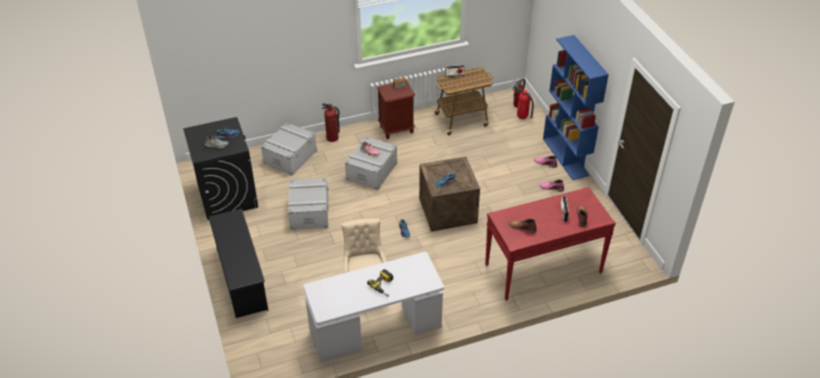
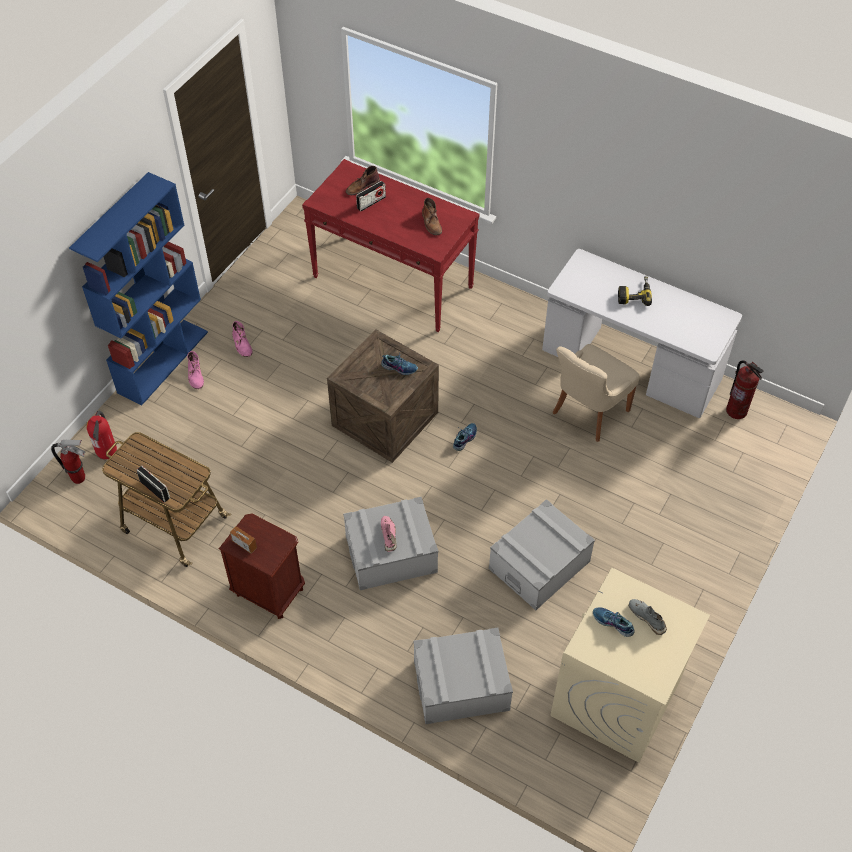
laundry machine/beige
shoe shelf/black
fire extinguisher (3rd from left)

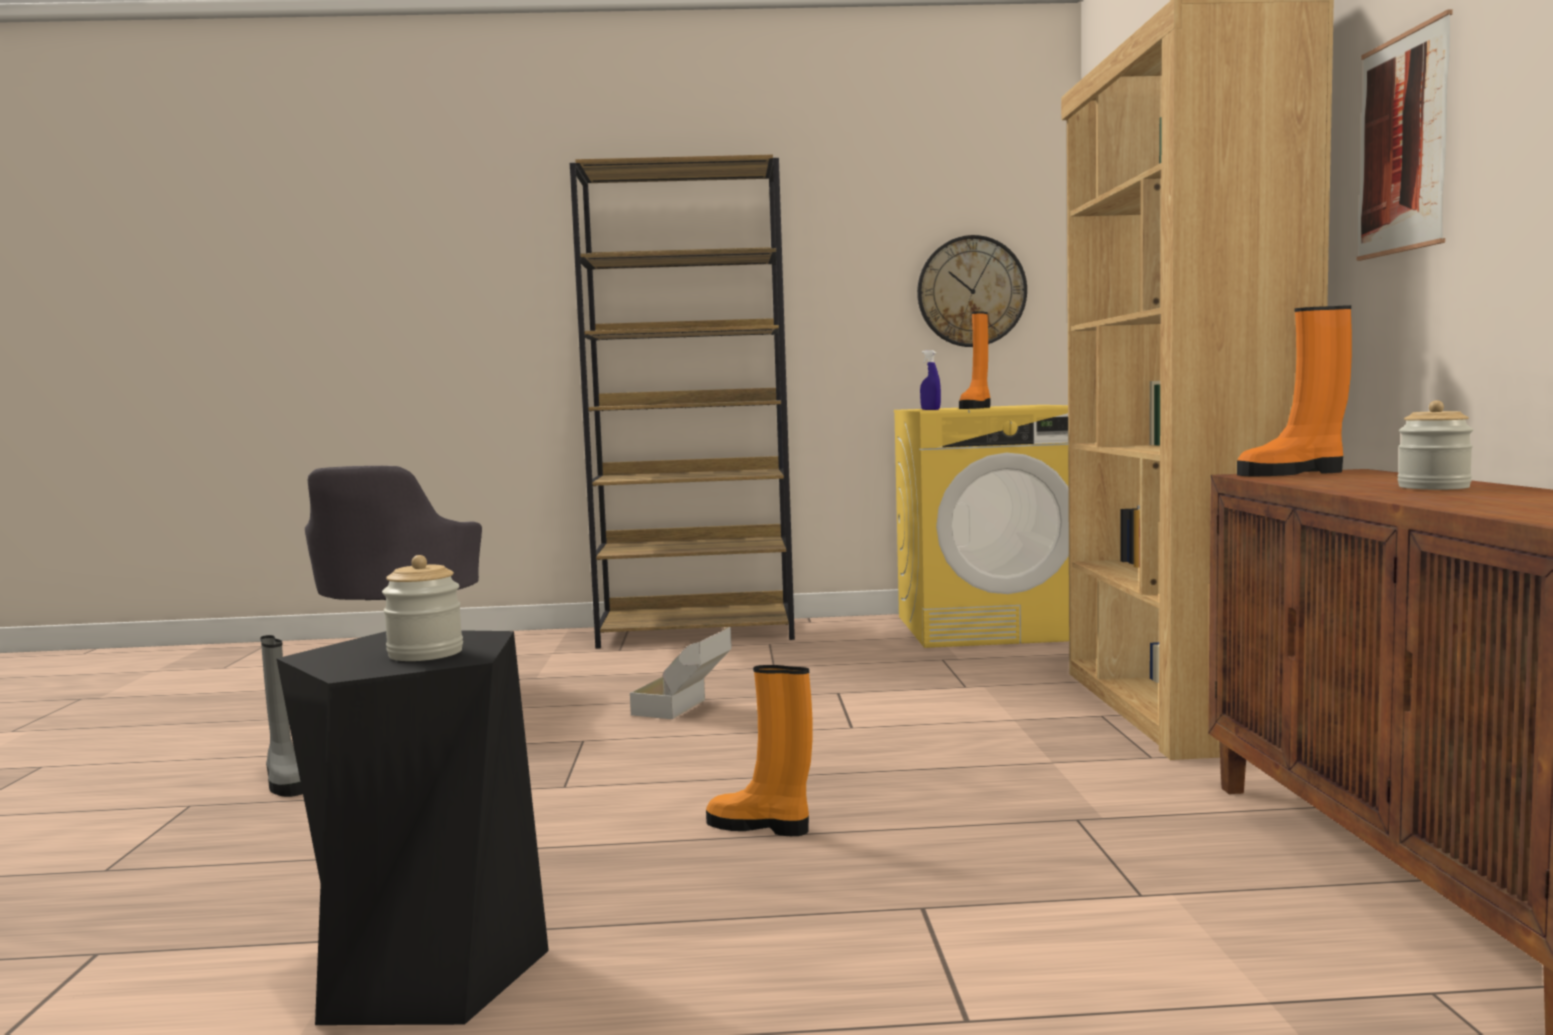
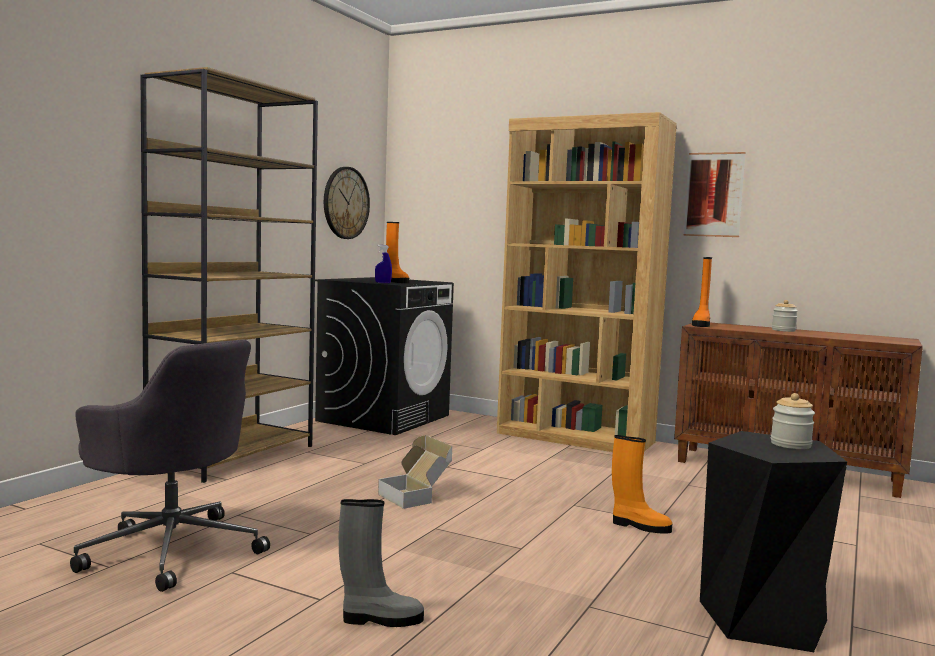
boot/orange-coloured (2nd from left)
laundry machine/black

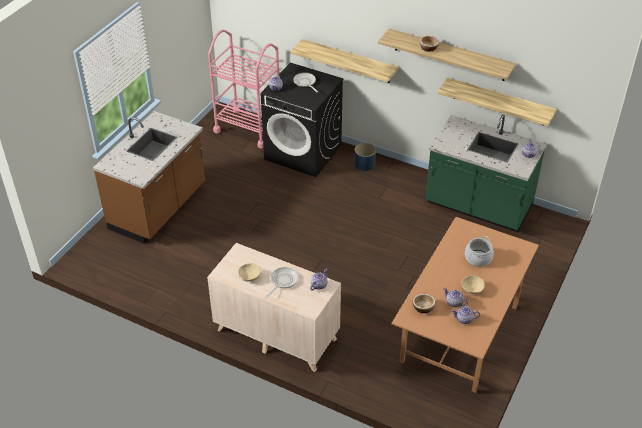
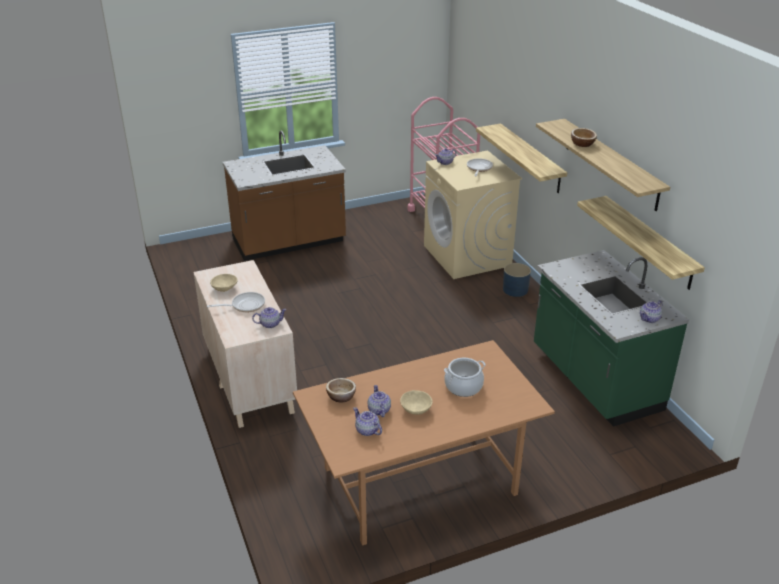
laundry machine/beige

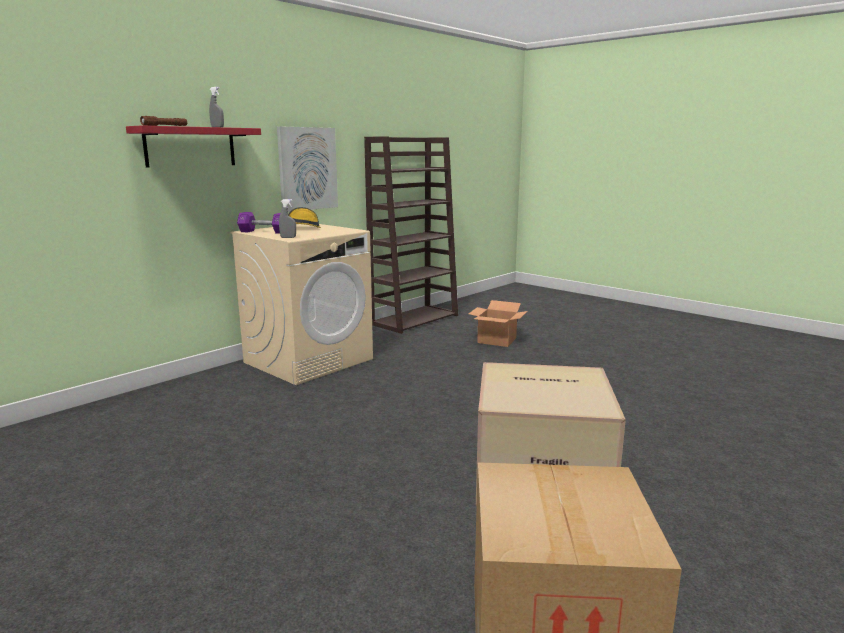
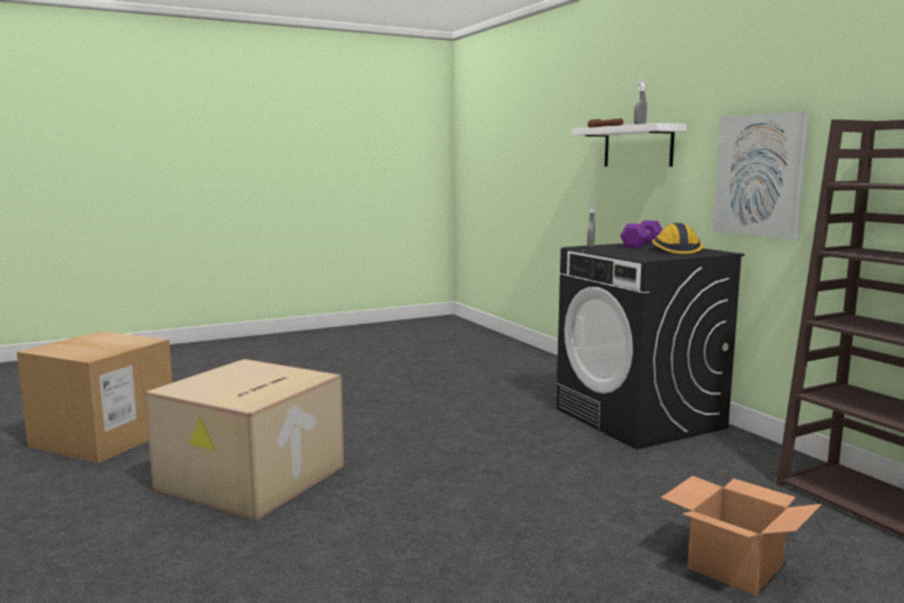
bracket shelf/white-coloured
laundry machine/black

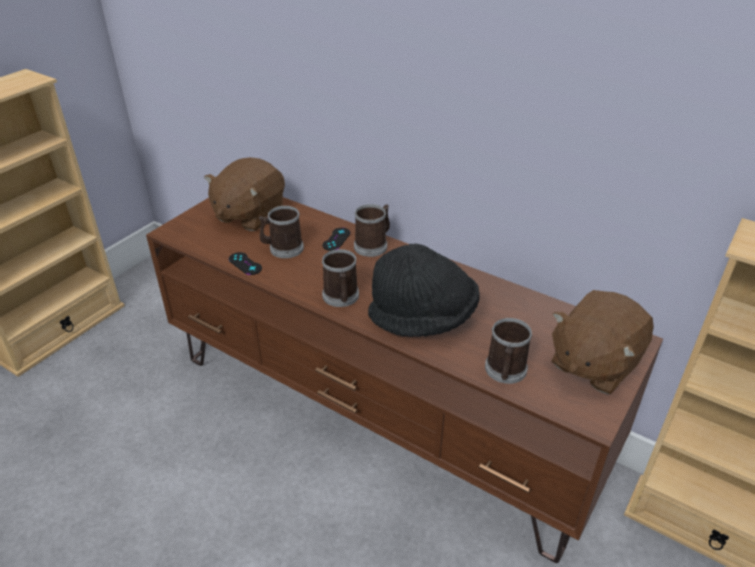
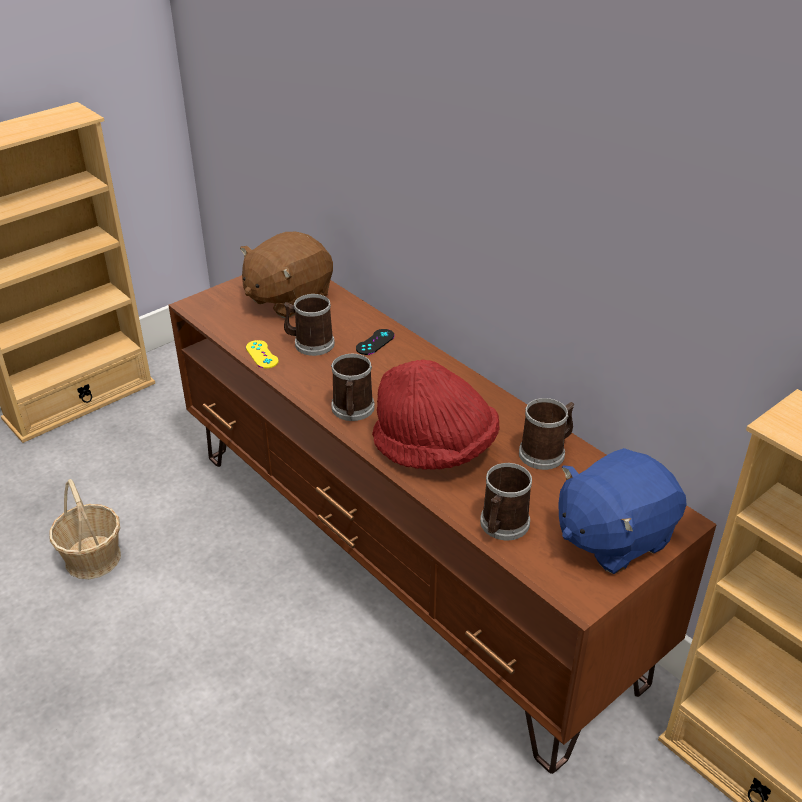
joypad/yellow-coloured
tea mug (4th from left)
wearable hat/red
plush toy/blue-coloured
storage basket

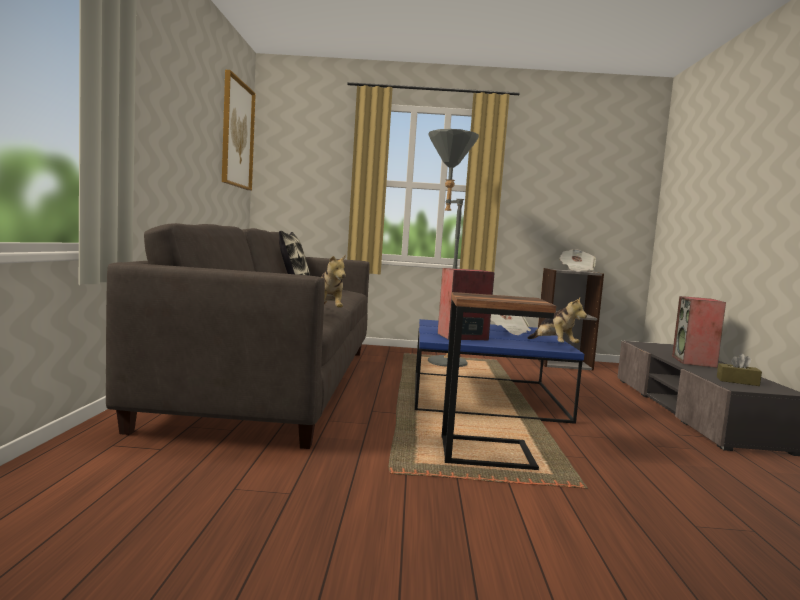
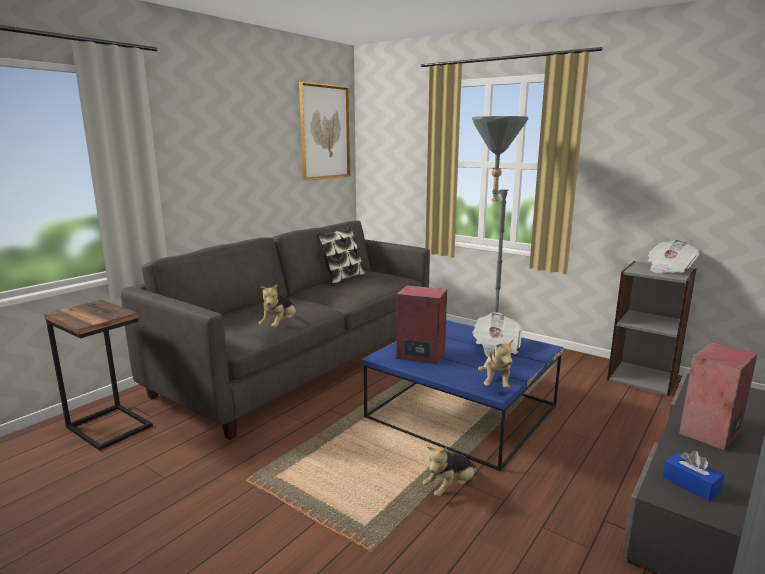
accent table
box of tissues/blue-coloured
plush toy (2nd from left)

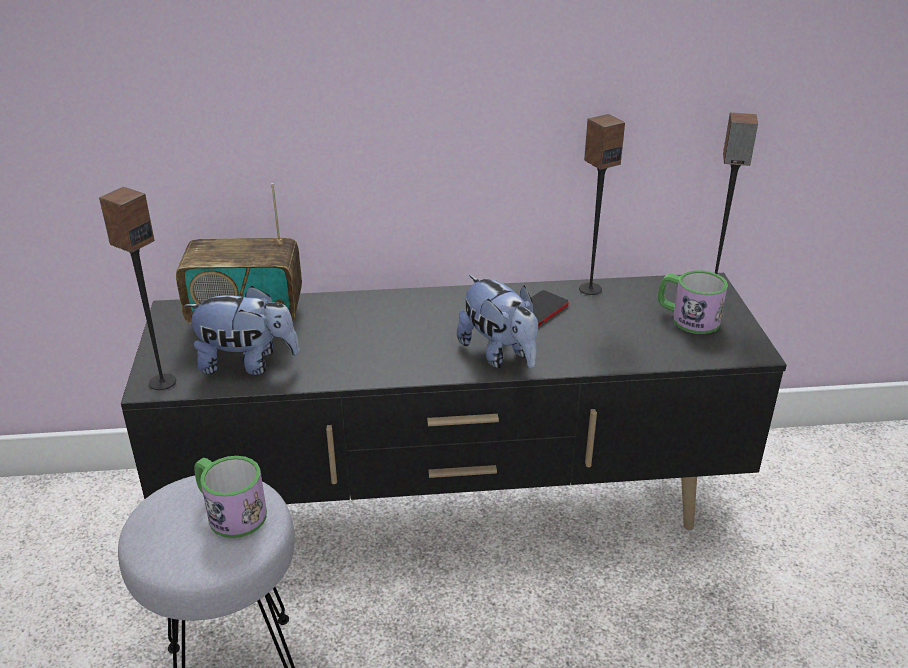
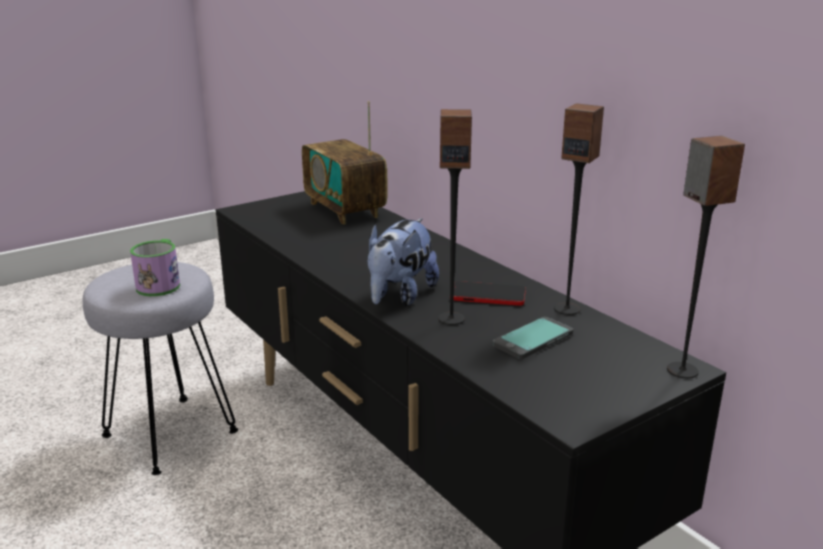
loudspeaker (1st from left)
plush toy (1st from left in the first image)
tea mug (2nd from left in the first image)
phone (2nd from left)

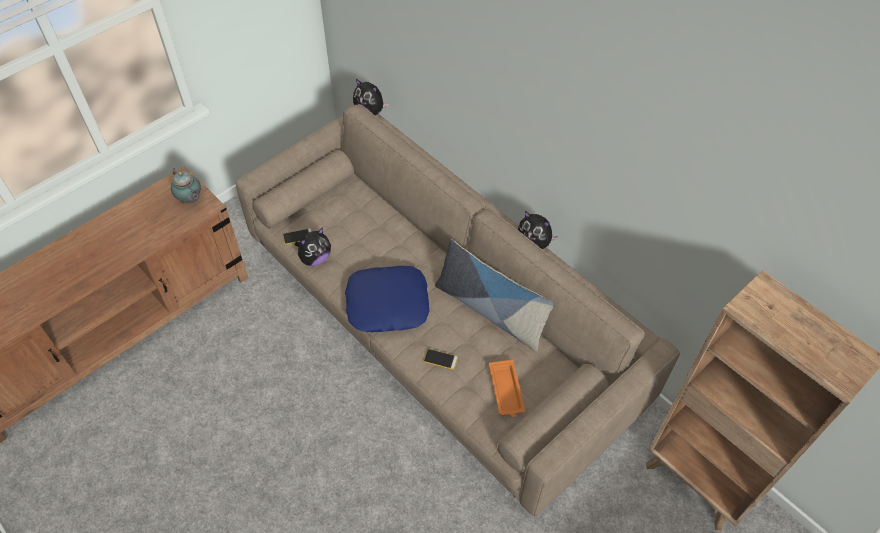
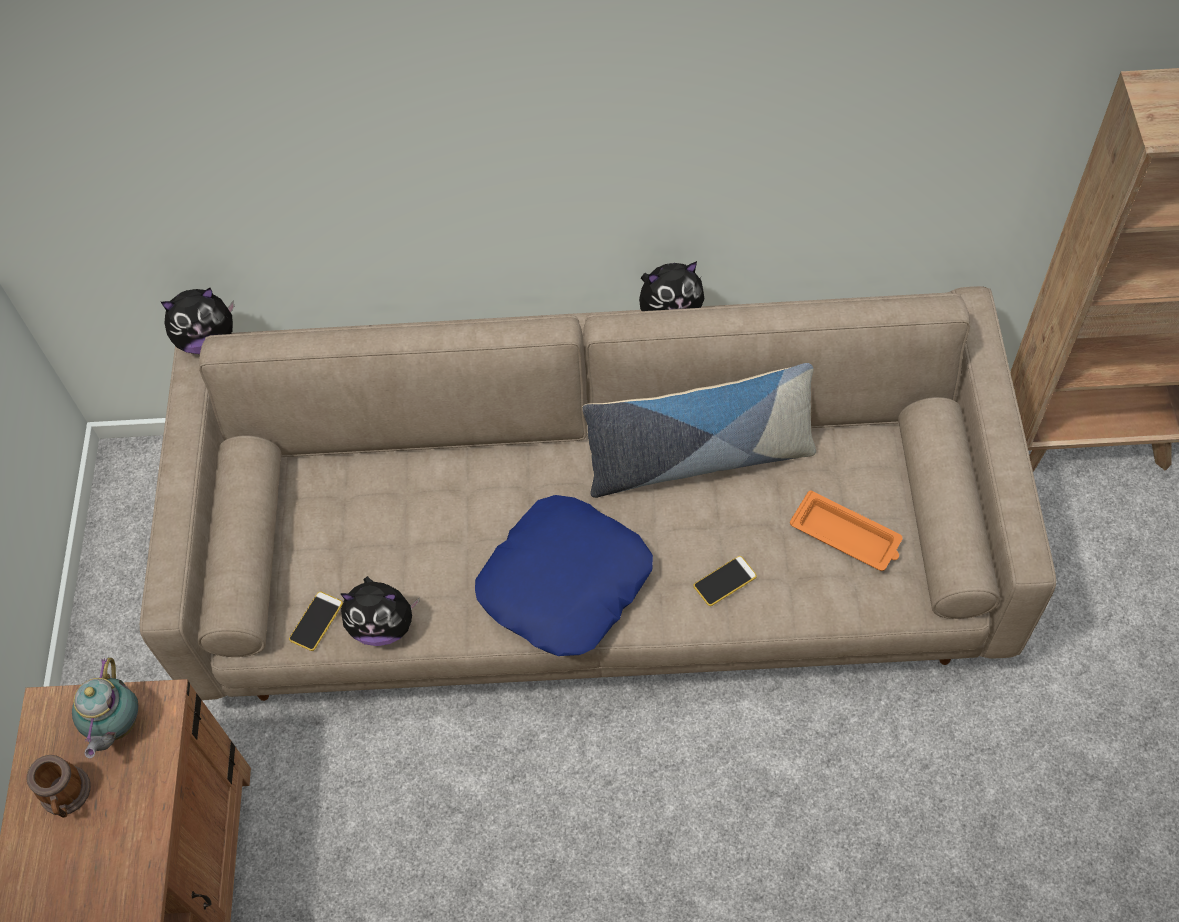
tea pot
plush toy (2nd from left)
tea mug

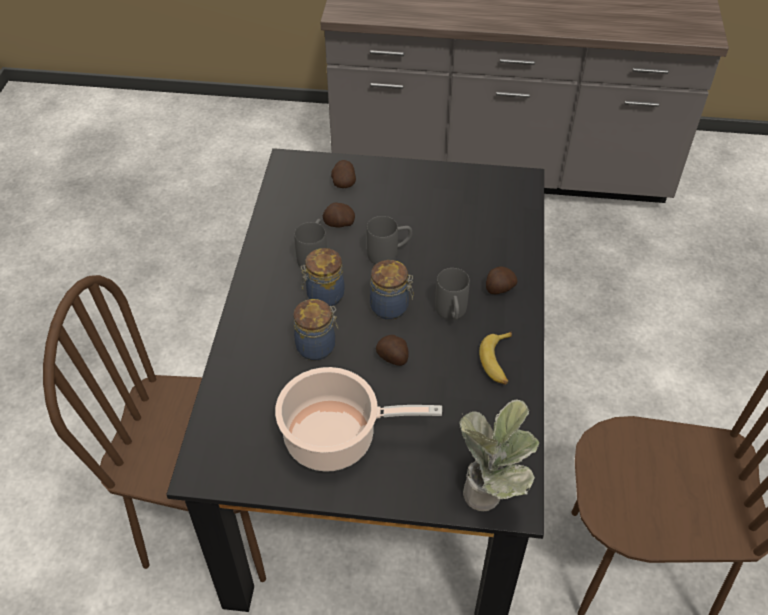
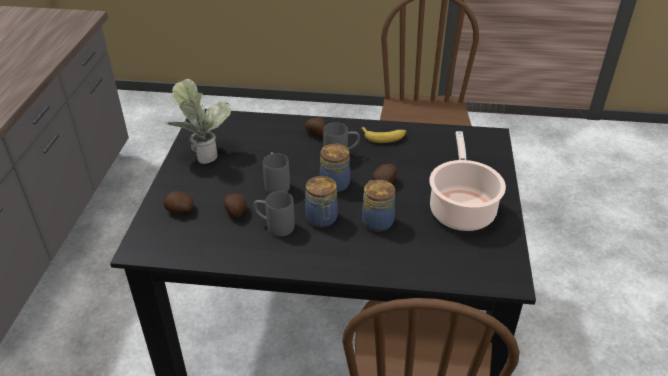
potted plant

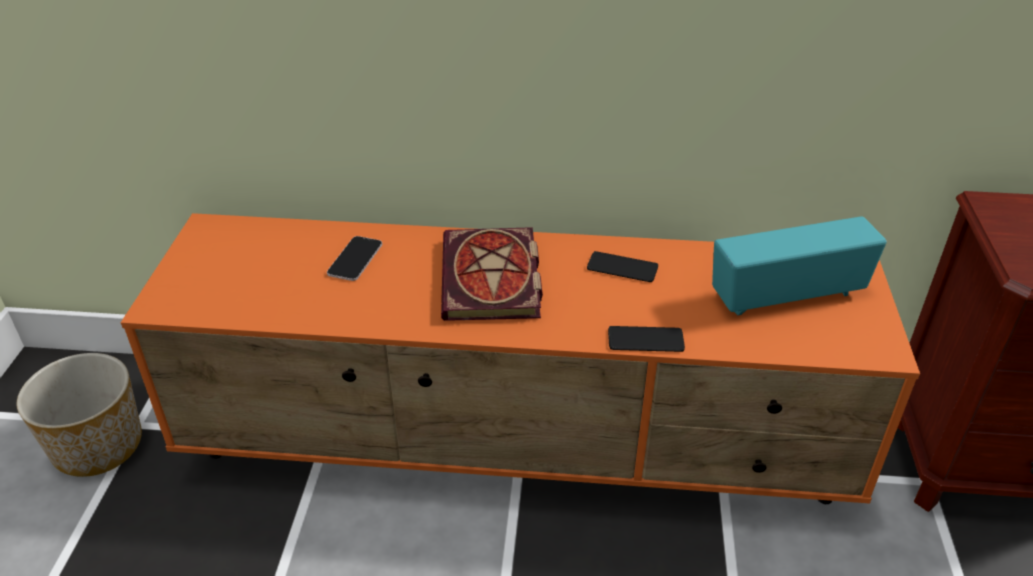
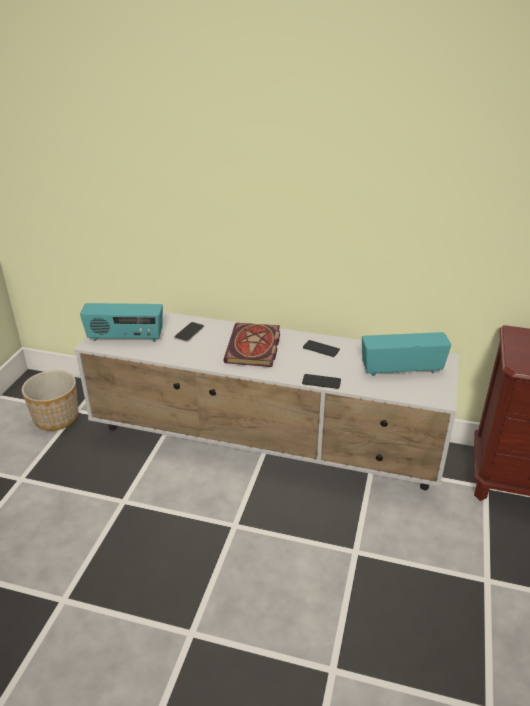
media console/white-coloured
radio receiver (1st from left)

